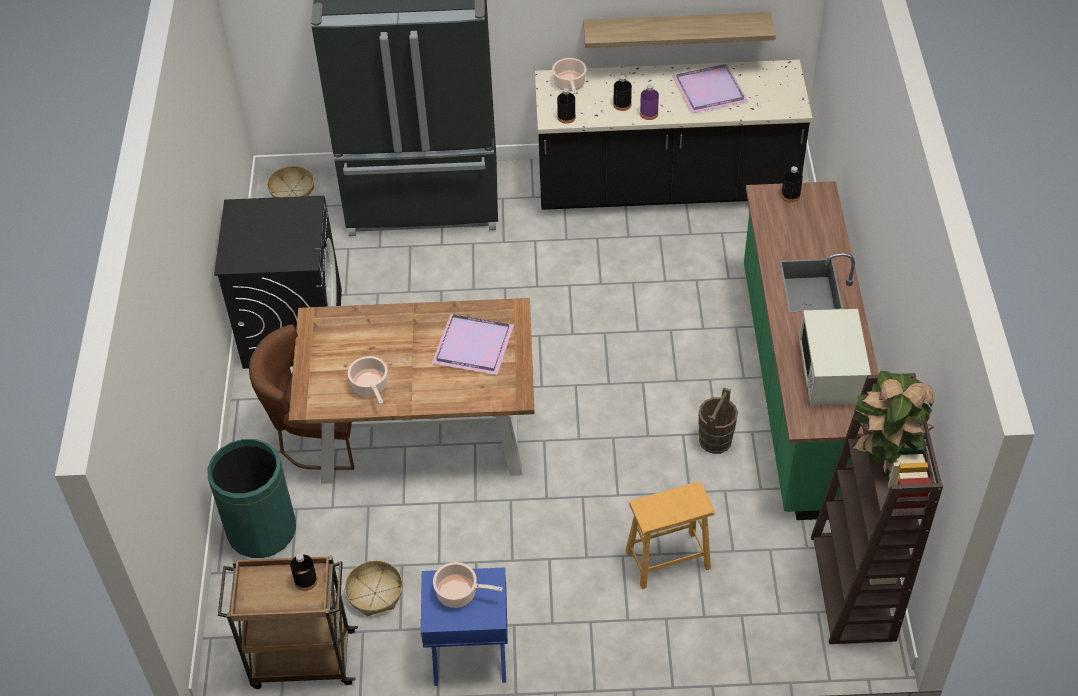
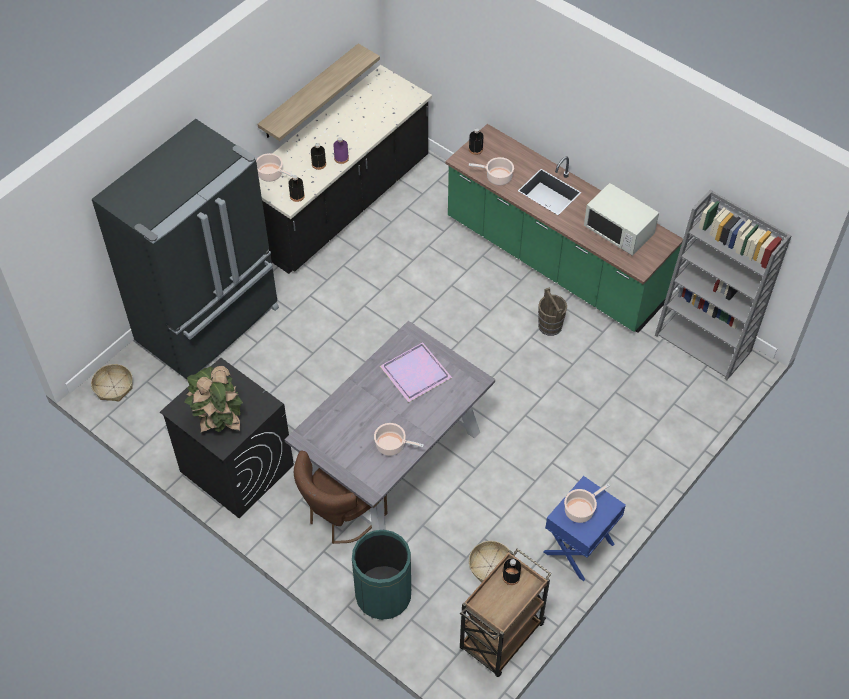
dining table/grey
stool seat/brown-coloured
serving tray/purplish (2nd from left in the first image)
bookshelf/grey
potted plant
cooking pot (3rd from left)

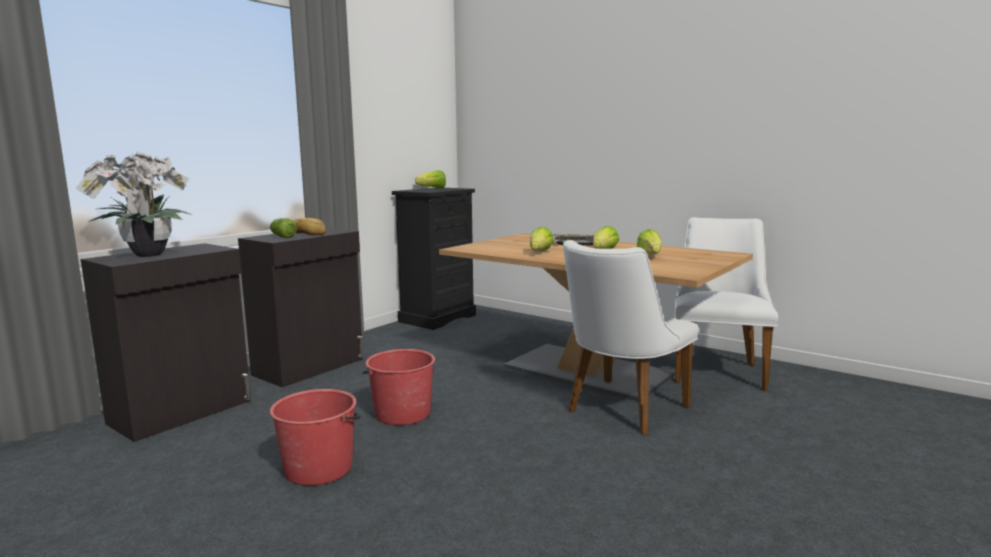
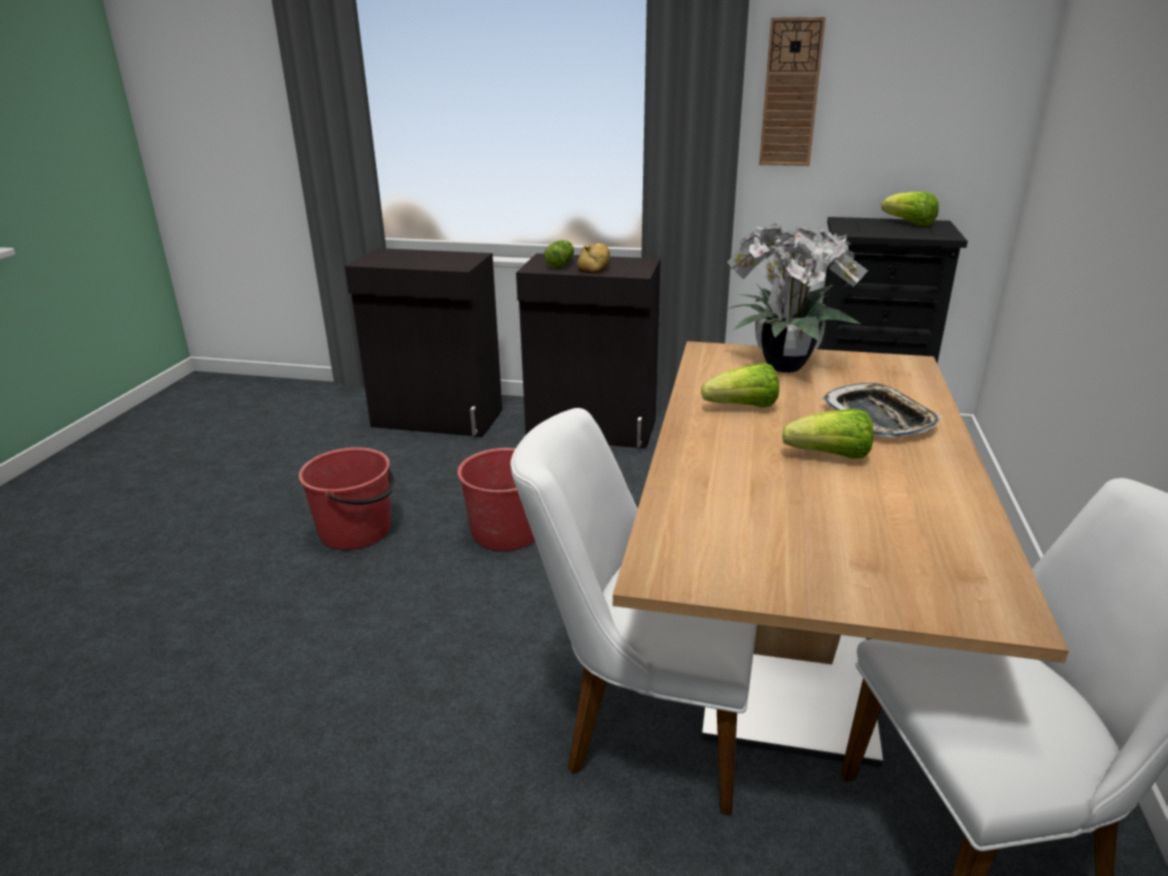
potted plant
lettuce head (5th from left in the first image)
hanging clock

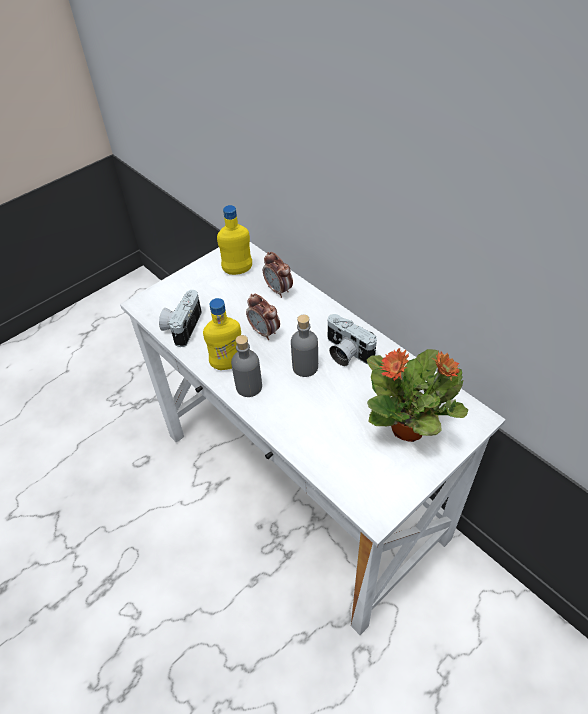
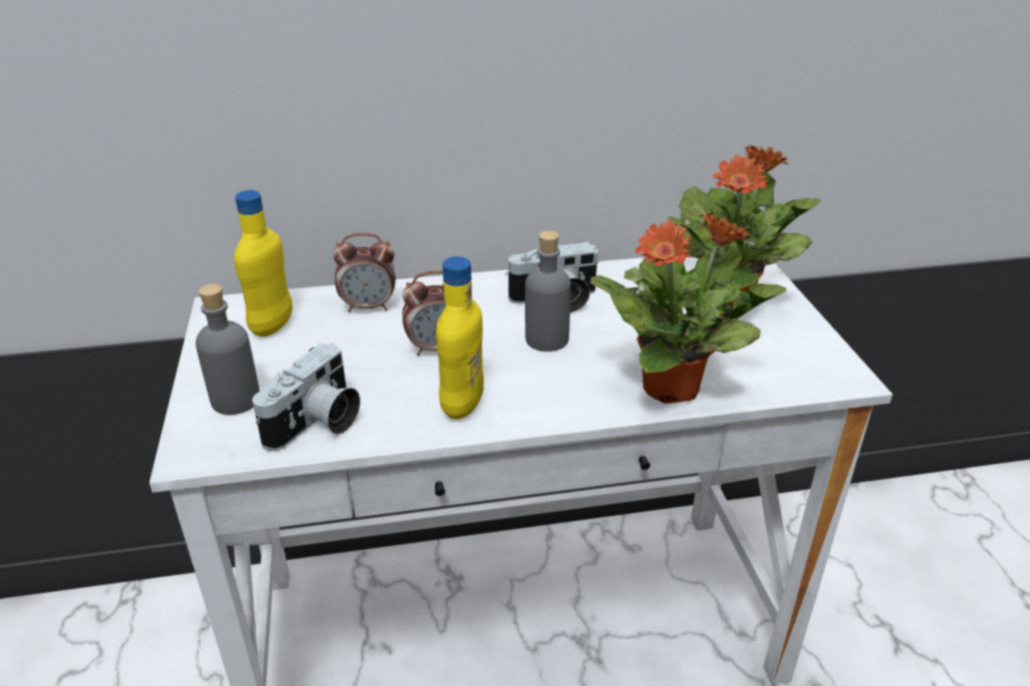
photo camera (1st from left)
drink bottle/grey (1st from left)
potted plant (1st from left)

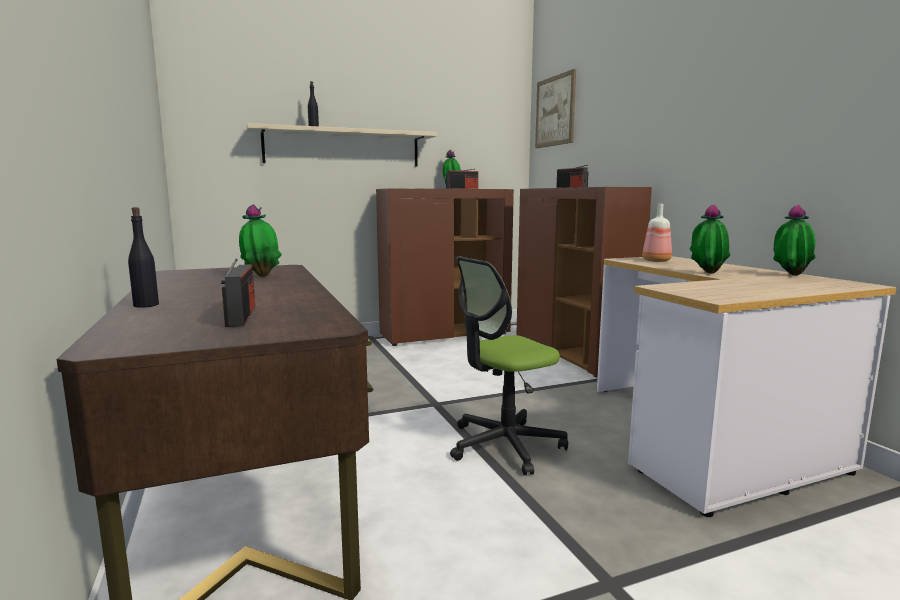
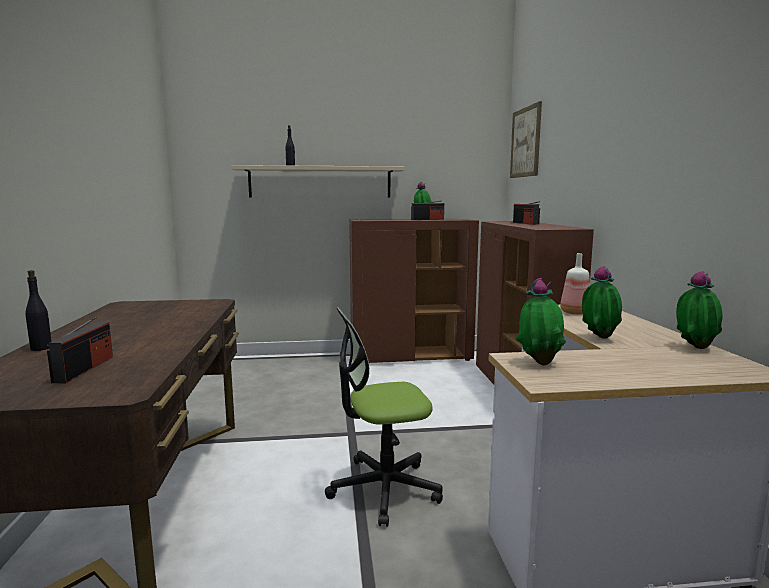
potted plant (2nd from left)

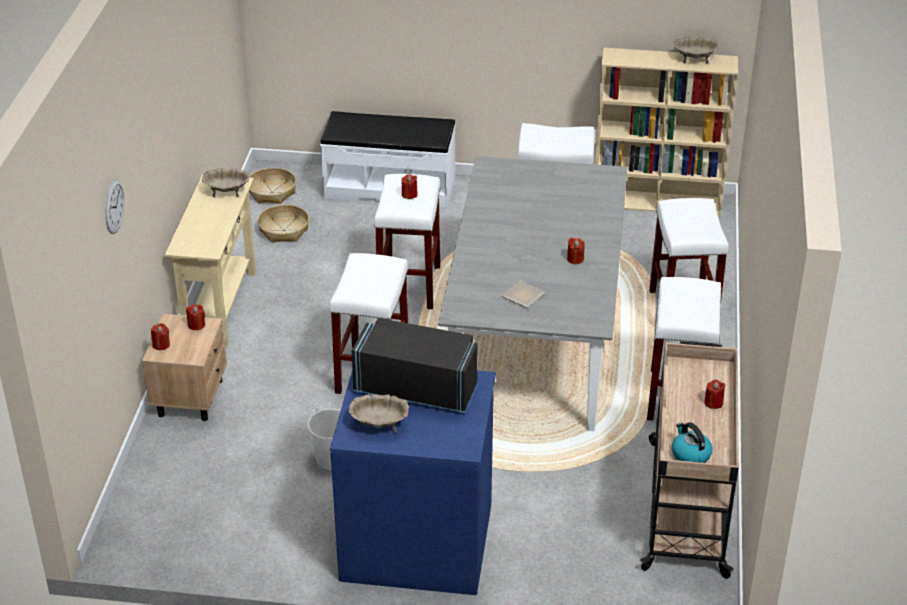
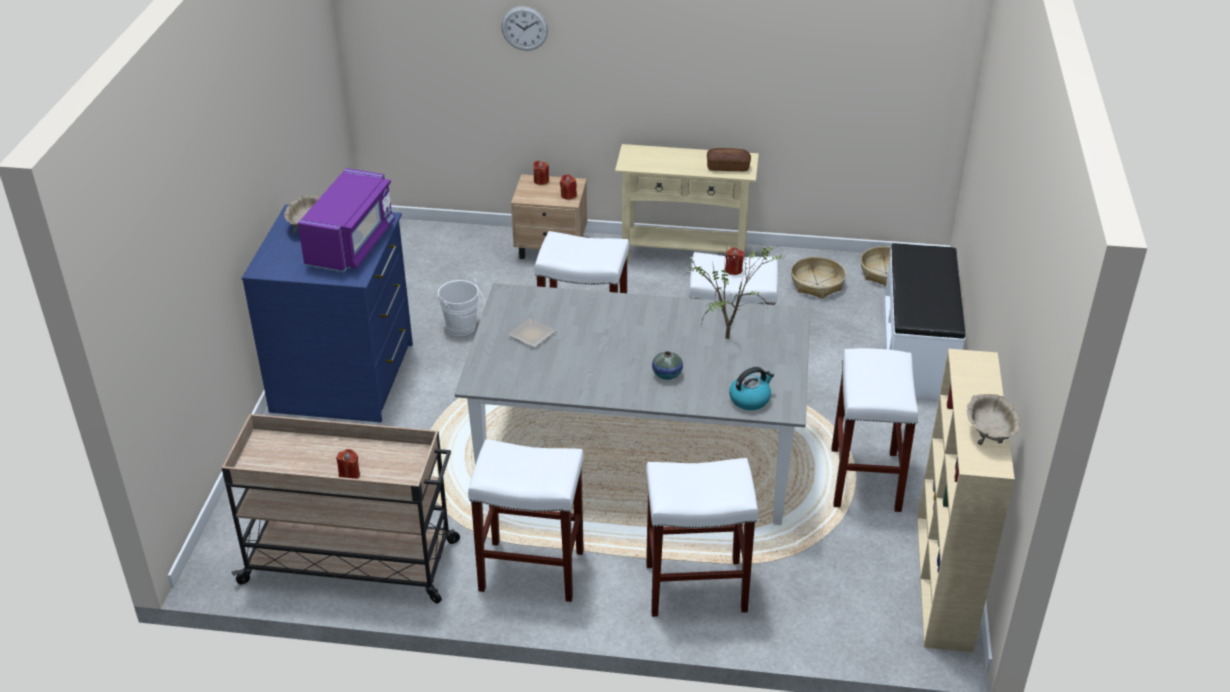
bread
kitchen microwave/purplish
wax candle/red (4th from left in the first image)
tea kettle
vase
potted plant

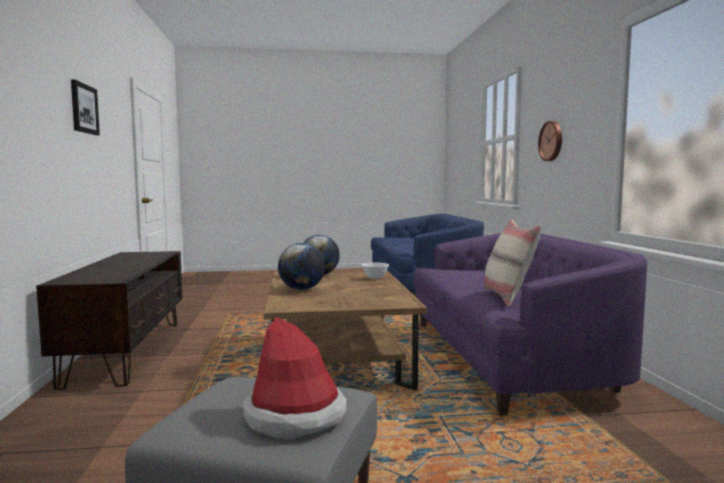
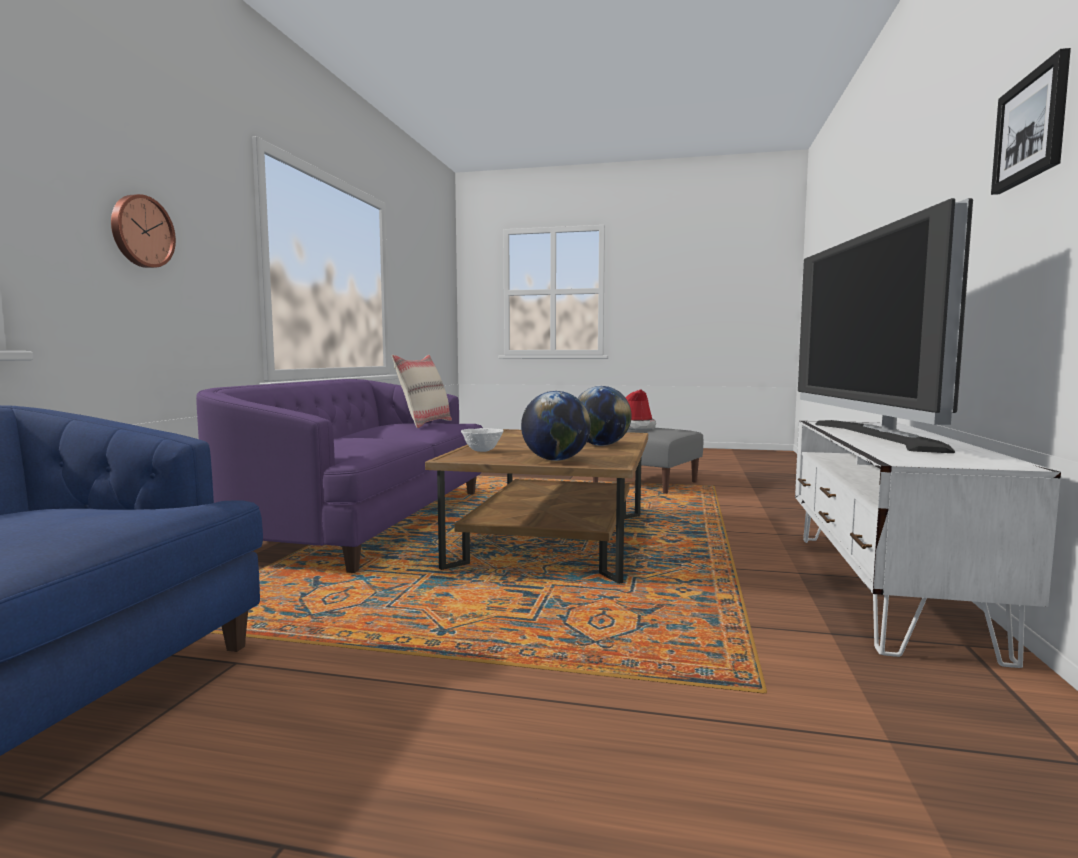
media console/white-coloured
TV

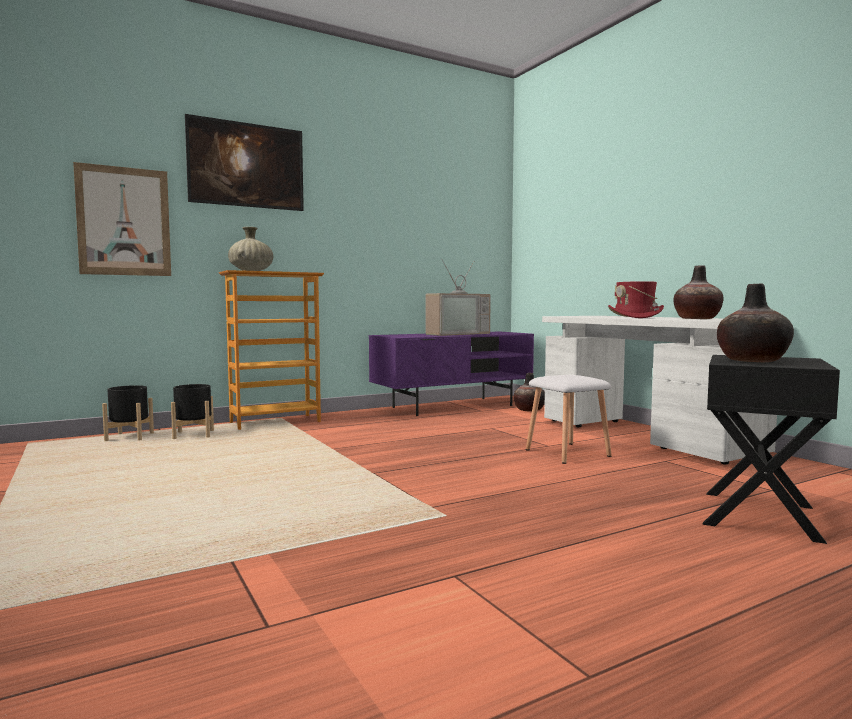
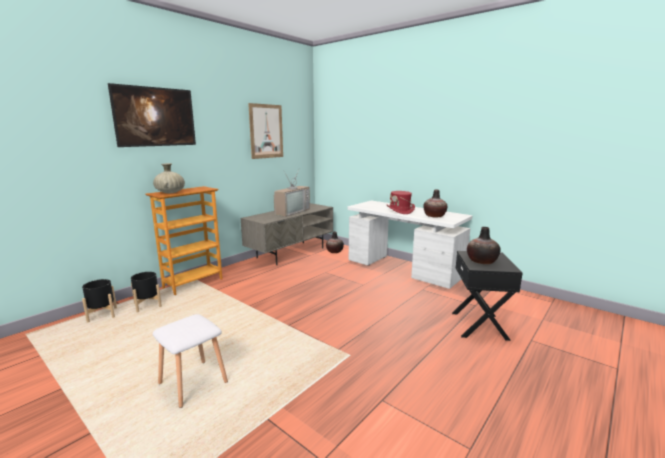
wall art (2nd from left)
media console/grey
stool seat/white-coloured

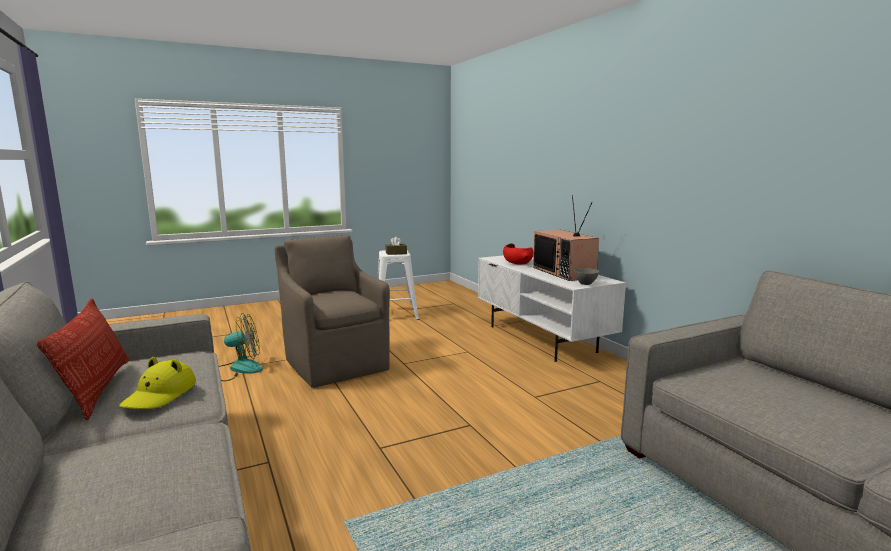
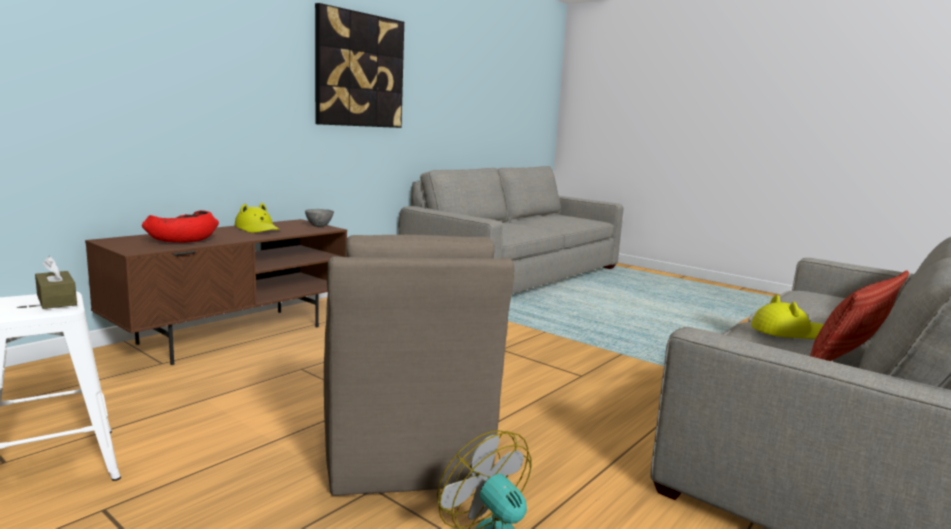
armchair/brown-coloured
media console/brown-coloured
wearable hat/yellow-coloured (1st from left)
wall art

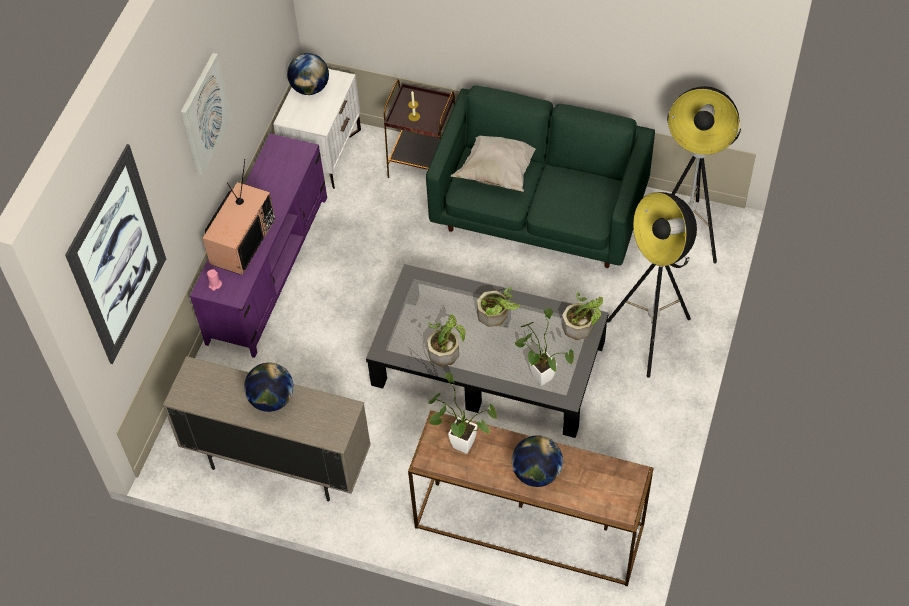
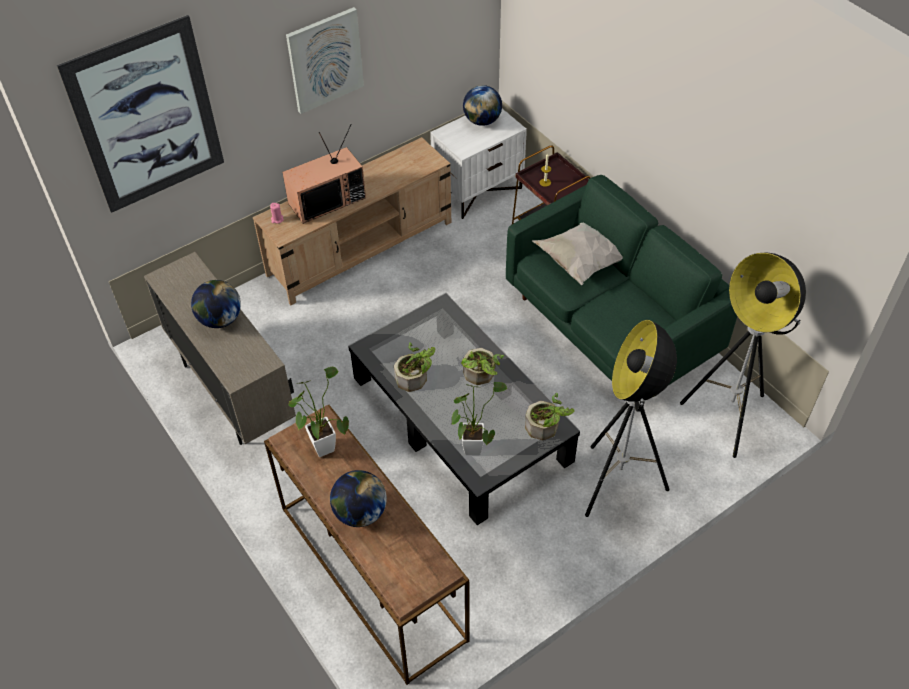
media console/beige

